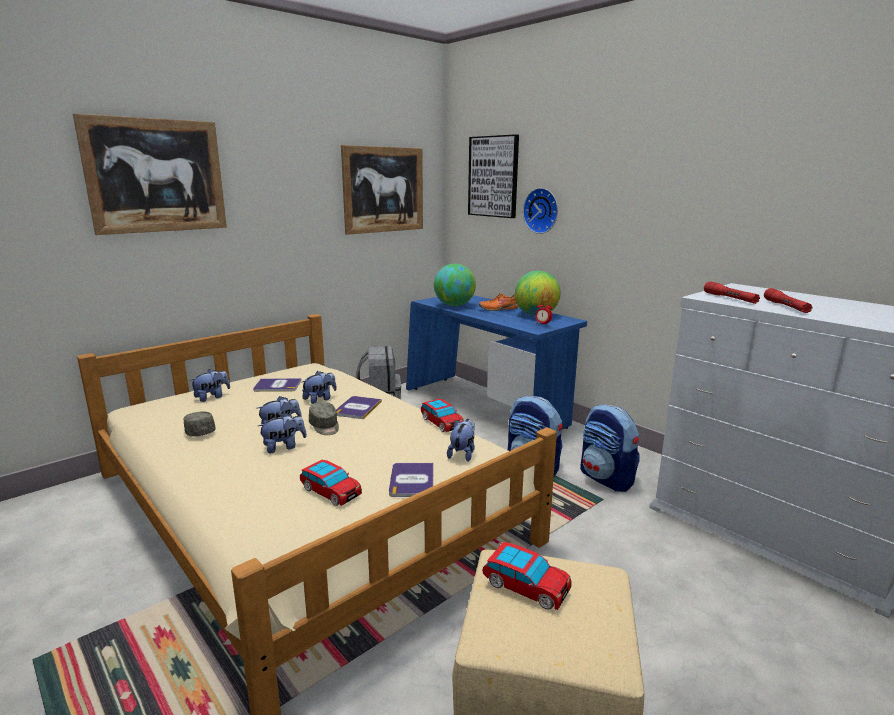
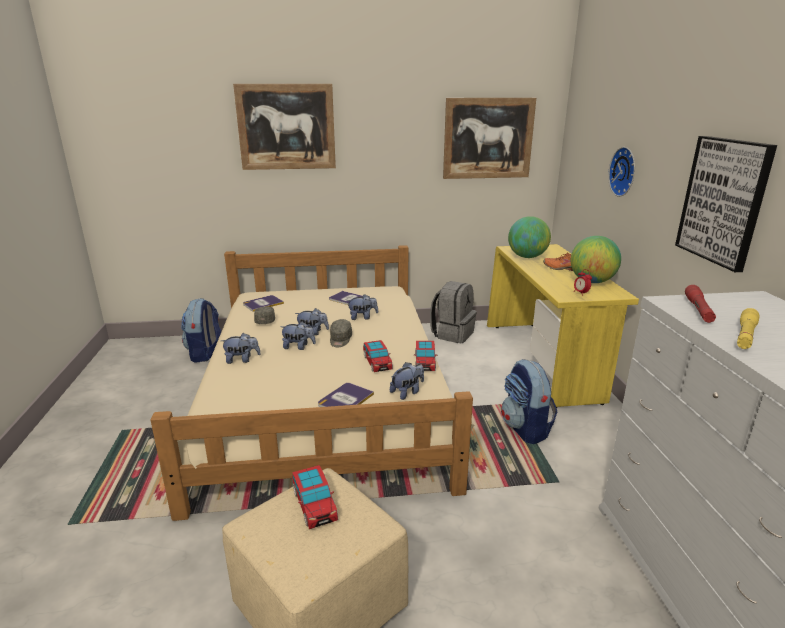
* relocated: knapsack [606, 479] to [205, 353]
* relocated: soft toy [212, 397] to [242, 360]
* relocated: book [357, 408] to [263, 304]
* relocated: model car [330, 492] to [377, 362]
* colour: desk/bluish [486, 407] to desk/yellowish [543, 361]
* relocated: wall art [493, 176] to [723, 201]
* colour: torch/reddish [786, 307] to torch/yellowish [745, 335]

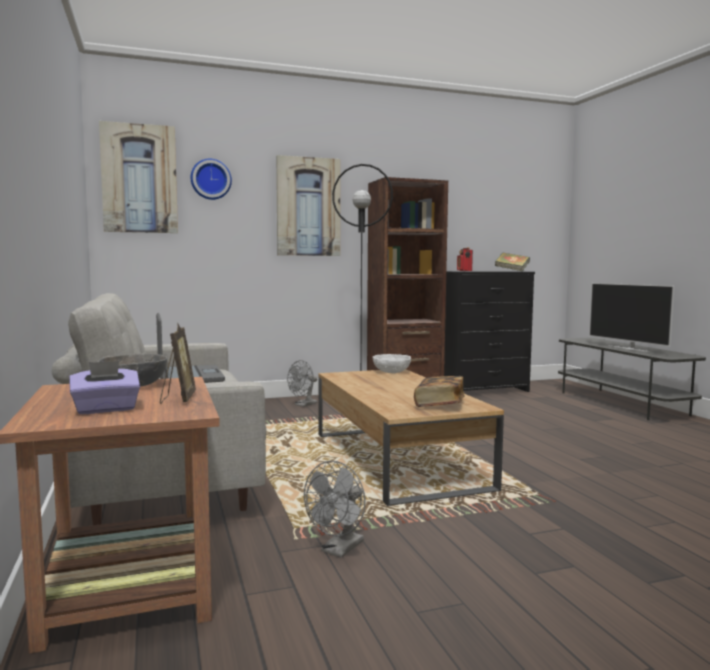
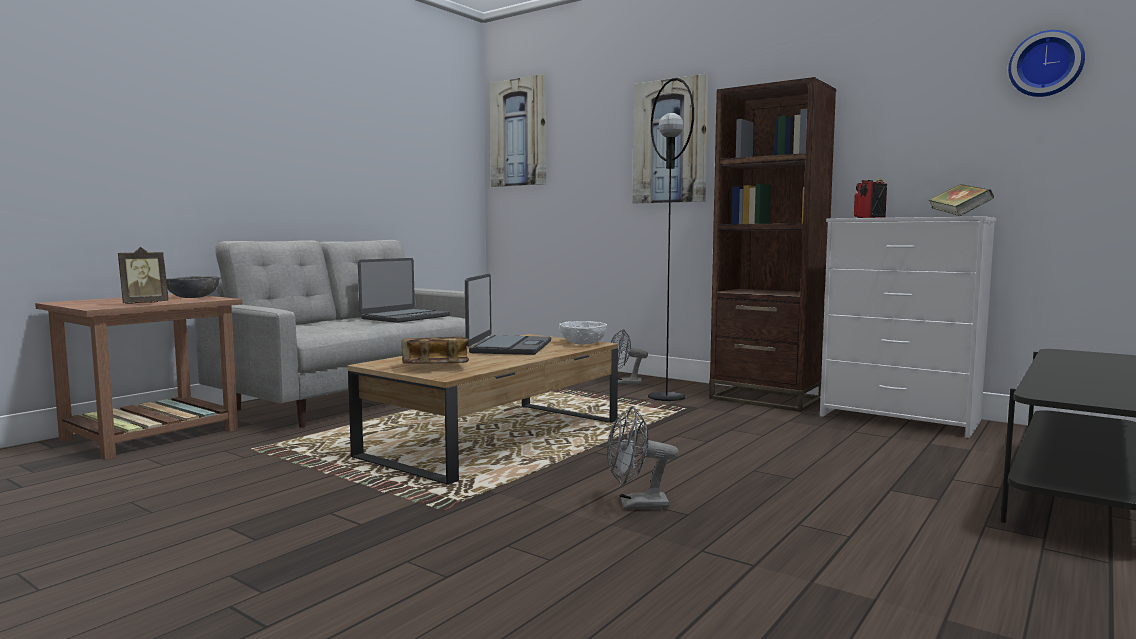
* appeared: portable computer [509, 347]
* relocated: electric fan/greyish [339, 550] to [636, 505]
* colour: drawer chest/black-coloured [483, 389] to drawer chest/whitish [900, 418]
* relocated: wall clock [210, 179] to [1046, 64]
* missing: box of tissues/purple-coloured [106, 409]
* missing: TV set [629, 348]

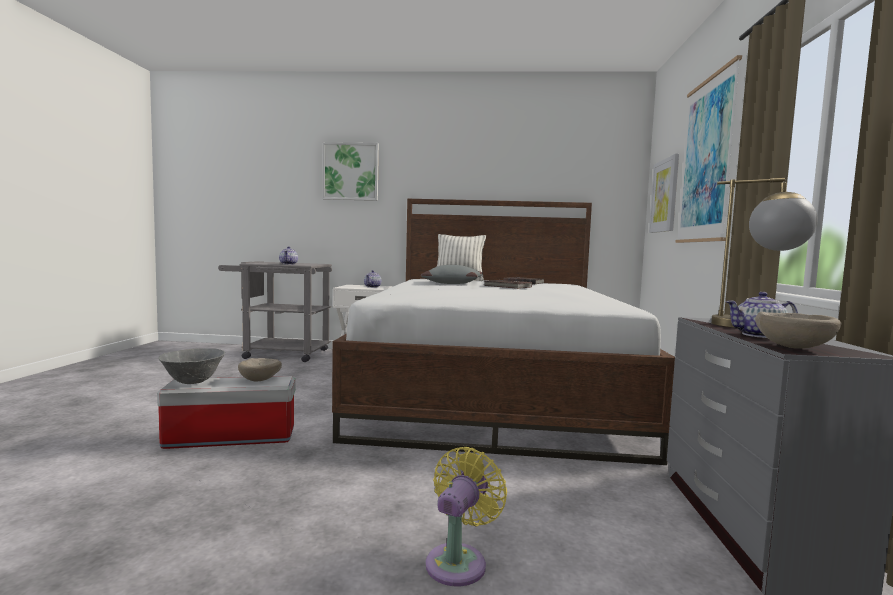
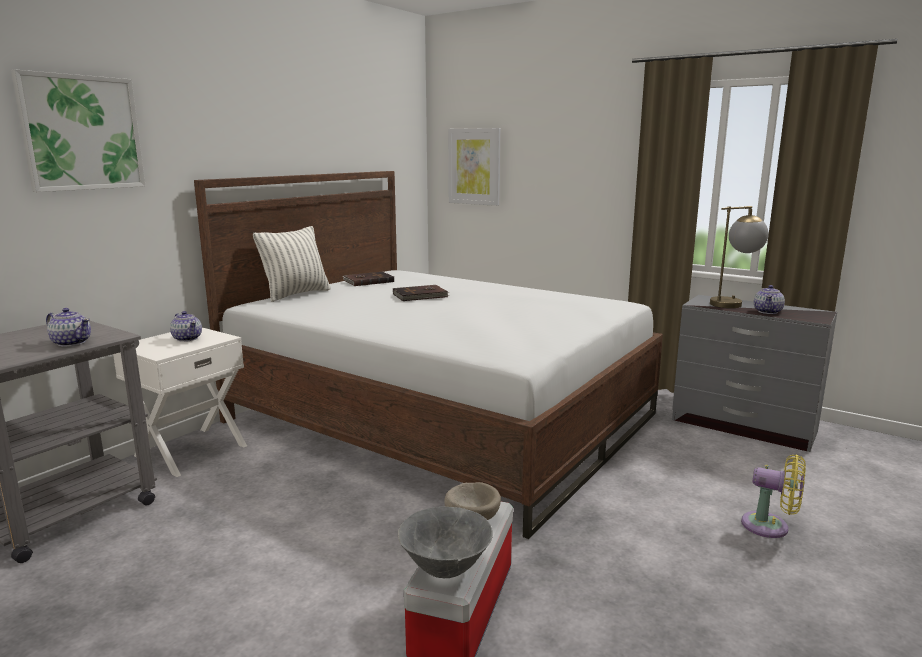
* spun: electric fan/yellowish [459, 561] = [770, 527] 150 degrees clockwise
* missing: throw pillow/greyish [452, 283]
* missing: wall art [706, 160]
* missing: deep dish/beige [794, 347]

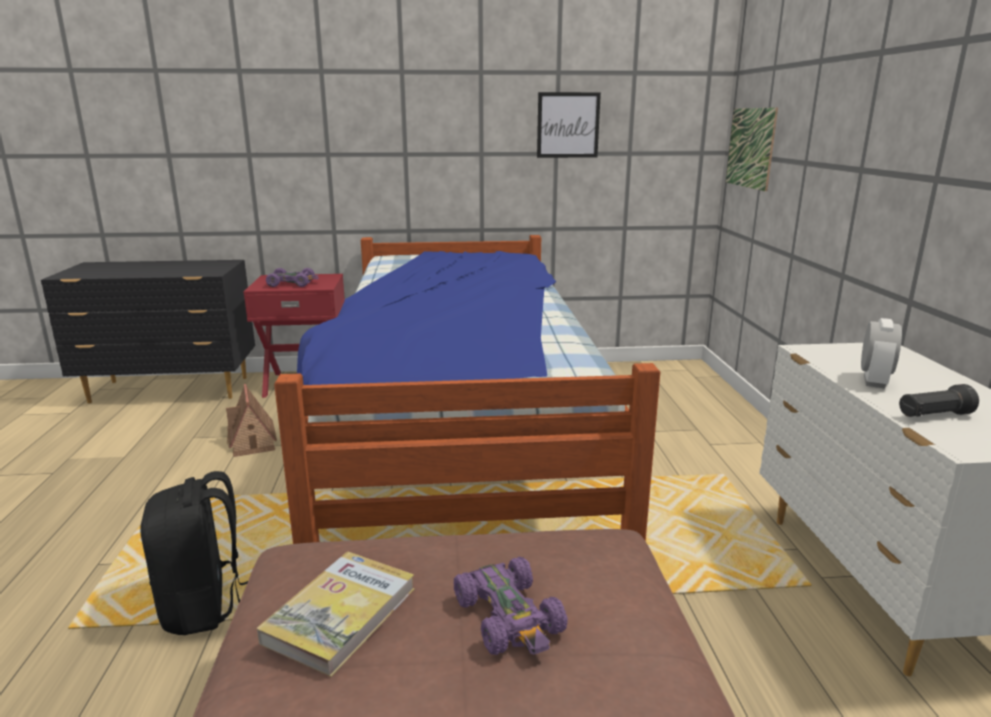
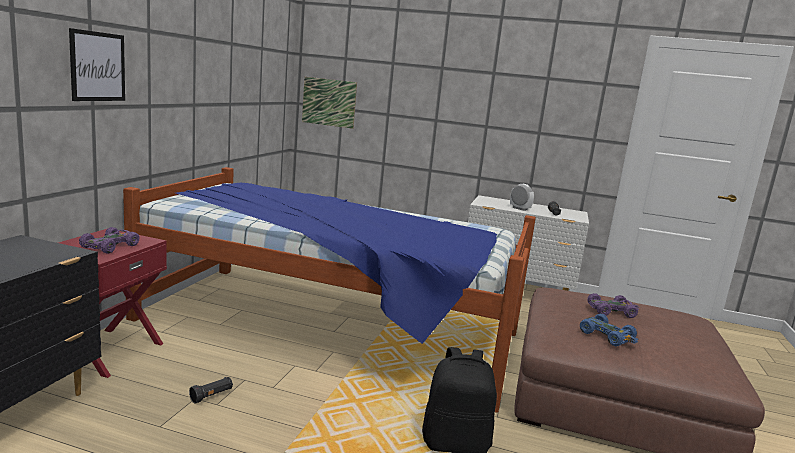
* relocated: wall art [568, 125] to [98, 66]
* exchanged: miniature house [252, 440] to torch/black-coloured [211, 396]
* exchanged: book [340, 615] to model car/bluish [607, 336]

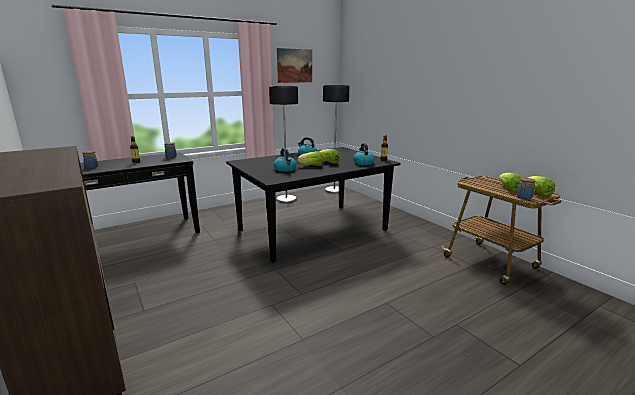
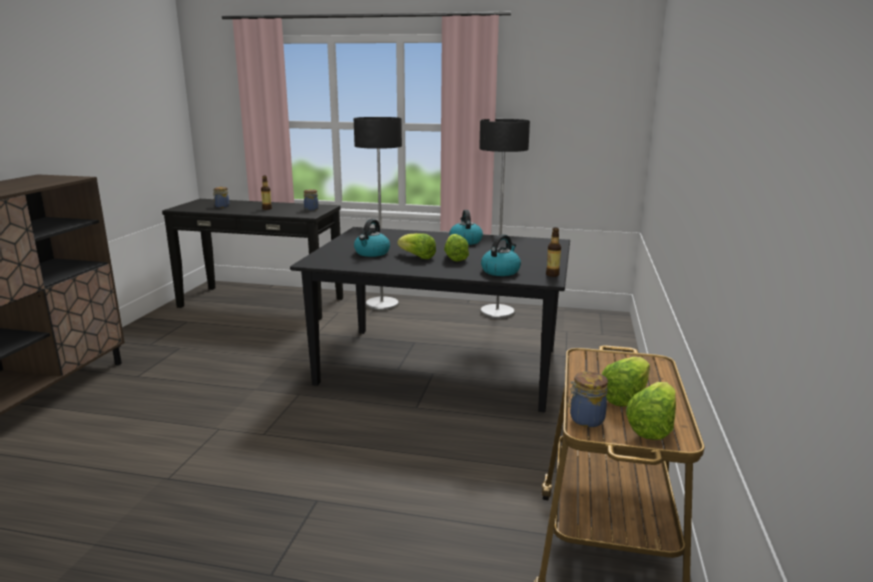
* relocated: standing lamp [334, 190] to [381, 304]
* missing: wall art [295, 65]

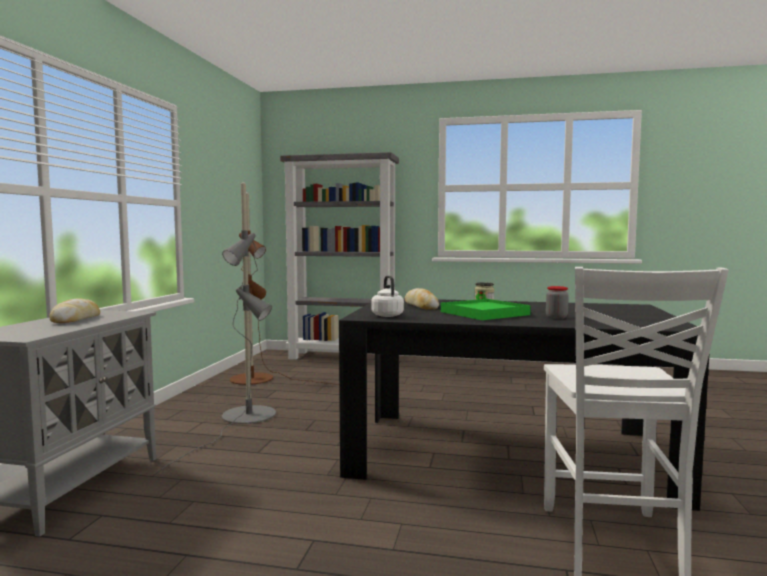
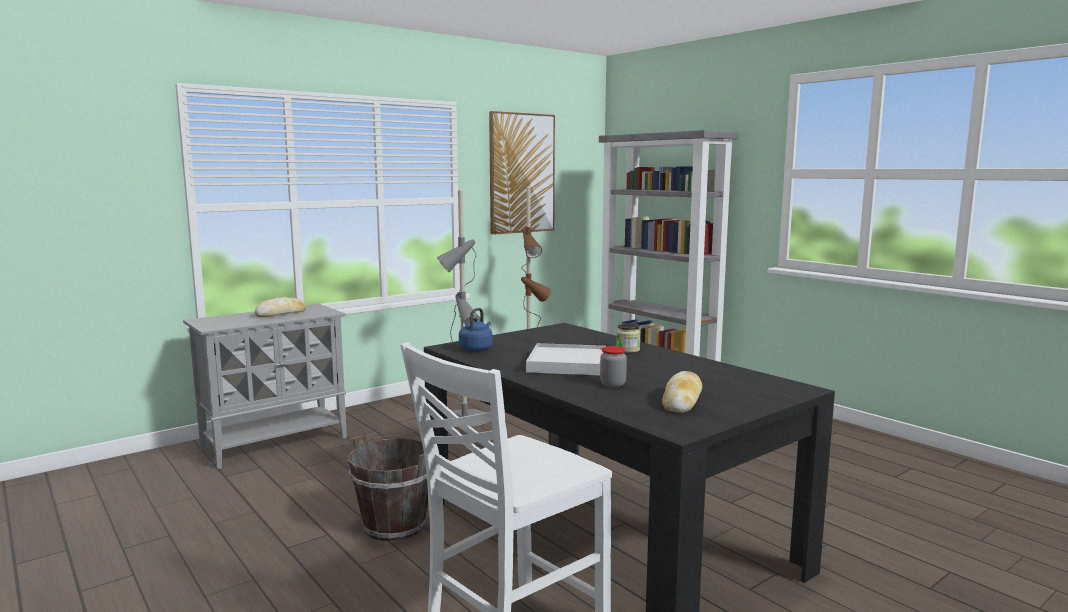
* appeared: bucket/brownish [395, 526]
* colour: tea kettle/whitish [387, 315] to tea kettle/bluish [476, 348]
* appeared: wall art [521, 173]
* colour: carrying tray/green [484, 313] to carrying tray/whitish [567, 364]
* relocated: baked bread [421, 306] to [682, 400]

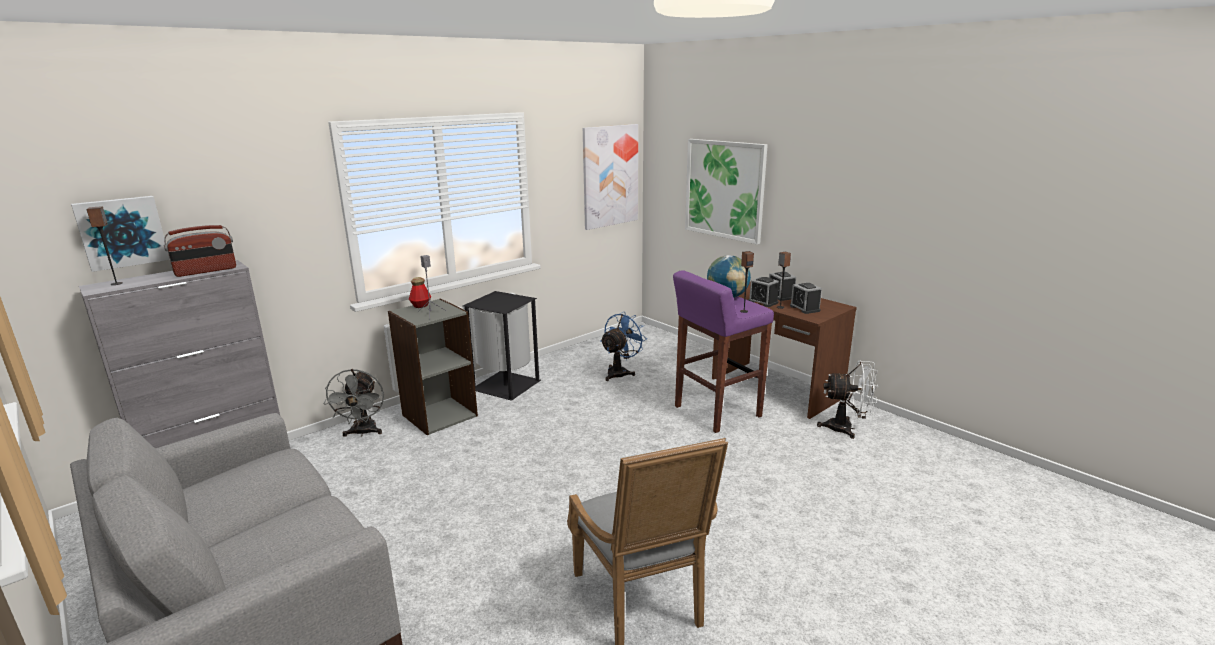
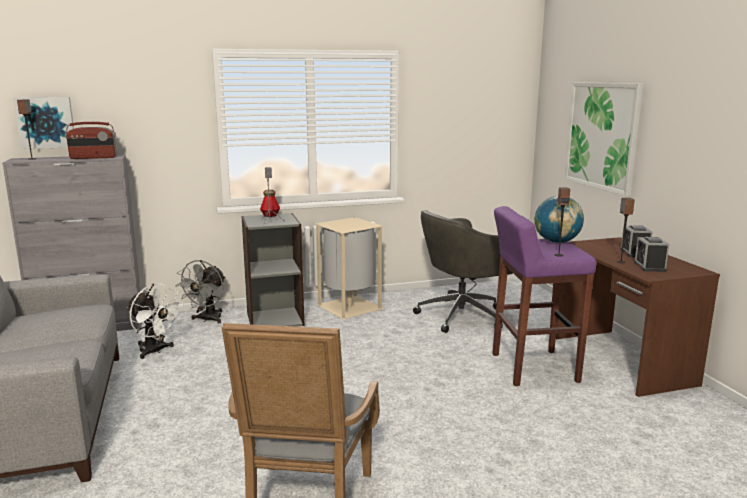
* relocated: electric fan/whitish [846, 428] to [155, 351]
* colour: trash can/black-coloured [507, 385] to trash can/beige [351, 307]
* exchanged: electric fan/bluish [620, 372] to computer chair/greyish [463, 315]
* missing: wall art [610, 176]
* missing: bedside clock [763, 302]

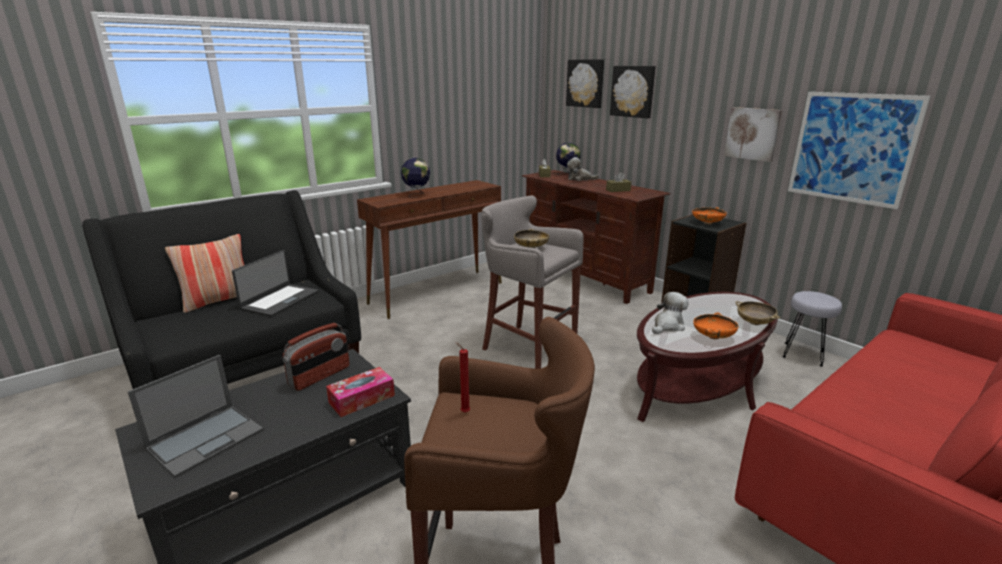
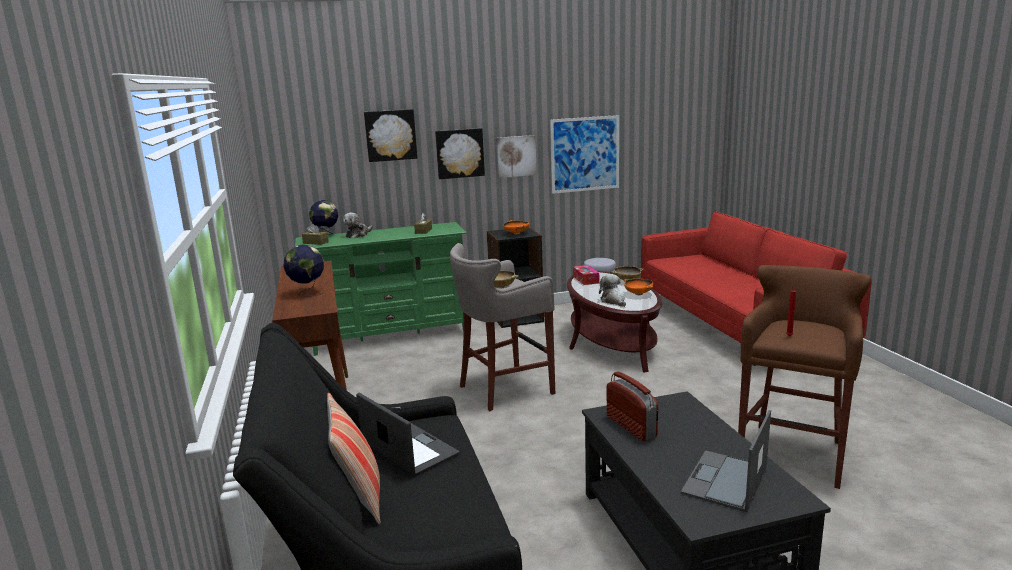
* colour: tv stand/brownish [585, 277] to tv stand/green [391, 336]
* relocated: wall art [586, 83] to [459, 153]
* relocated: box of tissues [362, 399] to [585, 279]
* spun: portable computer [207, 438] = [725, 481] 120 degrees counterclockwise

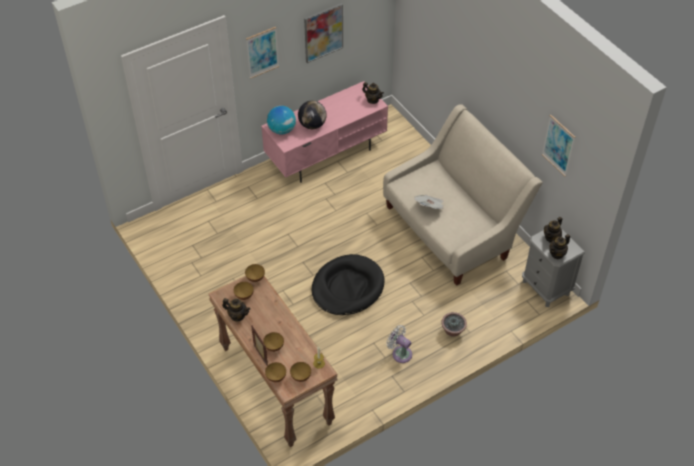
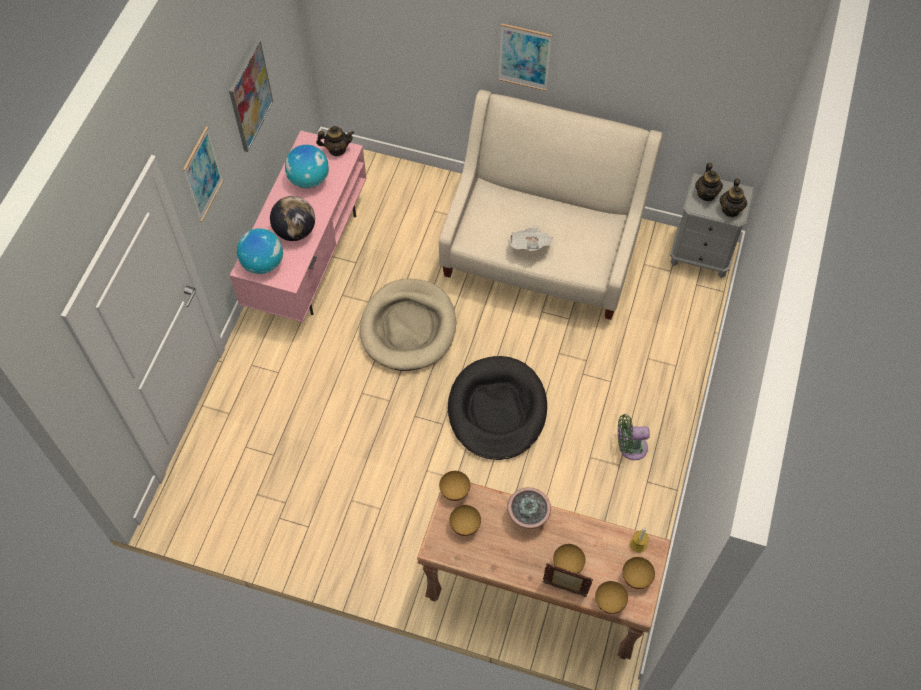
* appeared: globe [309, 180]
* appeared: pet bed/beige [408, 327]
* relocated: wall art [558, 145] to [524, 57]
* relocated: houseplant [453, 331] to [528, 517]
* colour: electric fan/whitish [400, 353] to electric fan/green [630, 447]
* missing: tea pot [237, 316]

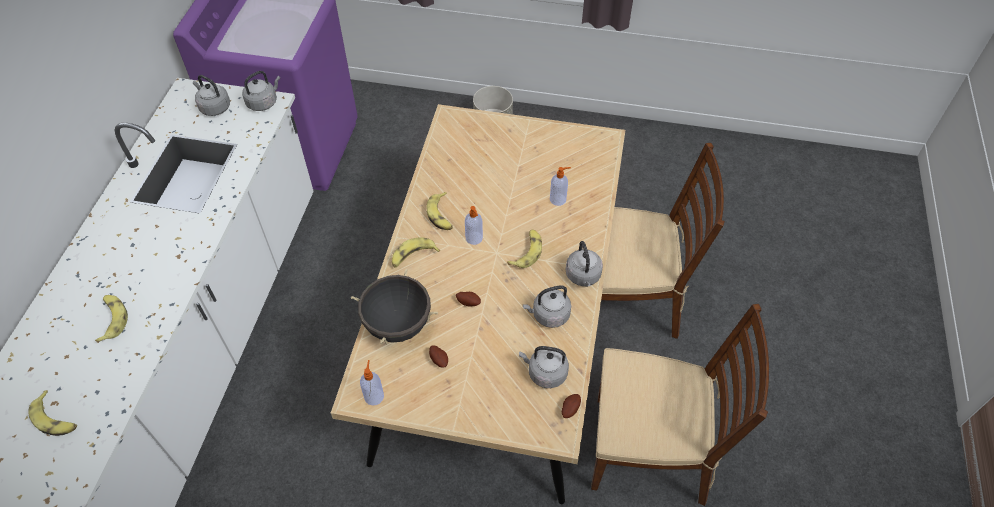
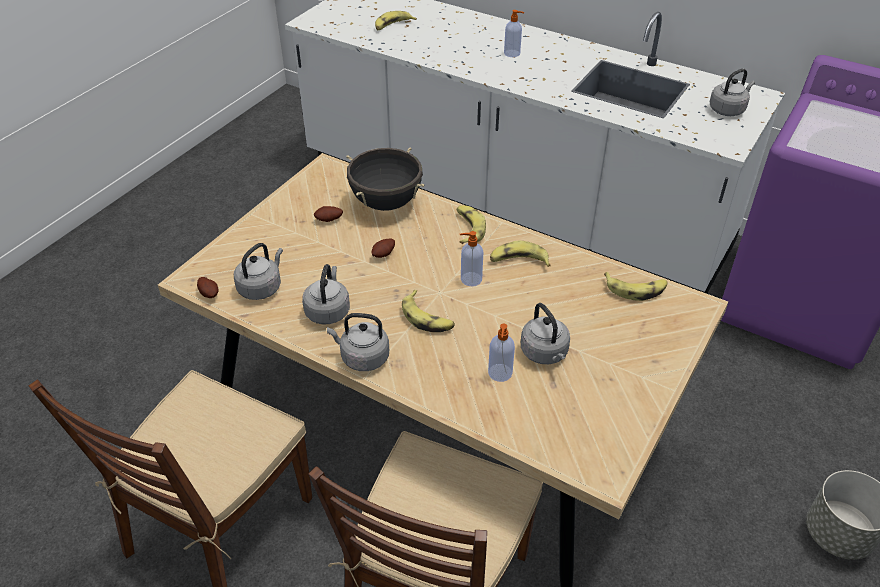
* relocated: liquid soap bottle [374, 396] to [512, 53]
* relocated: tea kettle/greyish [263, 102] to [545, 353]
* relocated: banana fruit [112, 319] to [636, 289]

